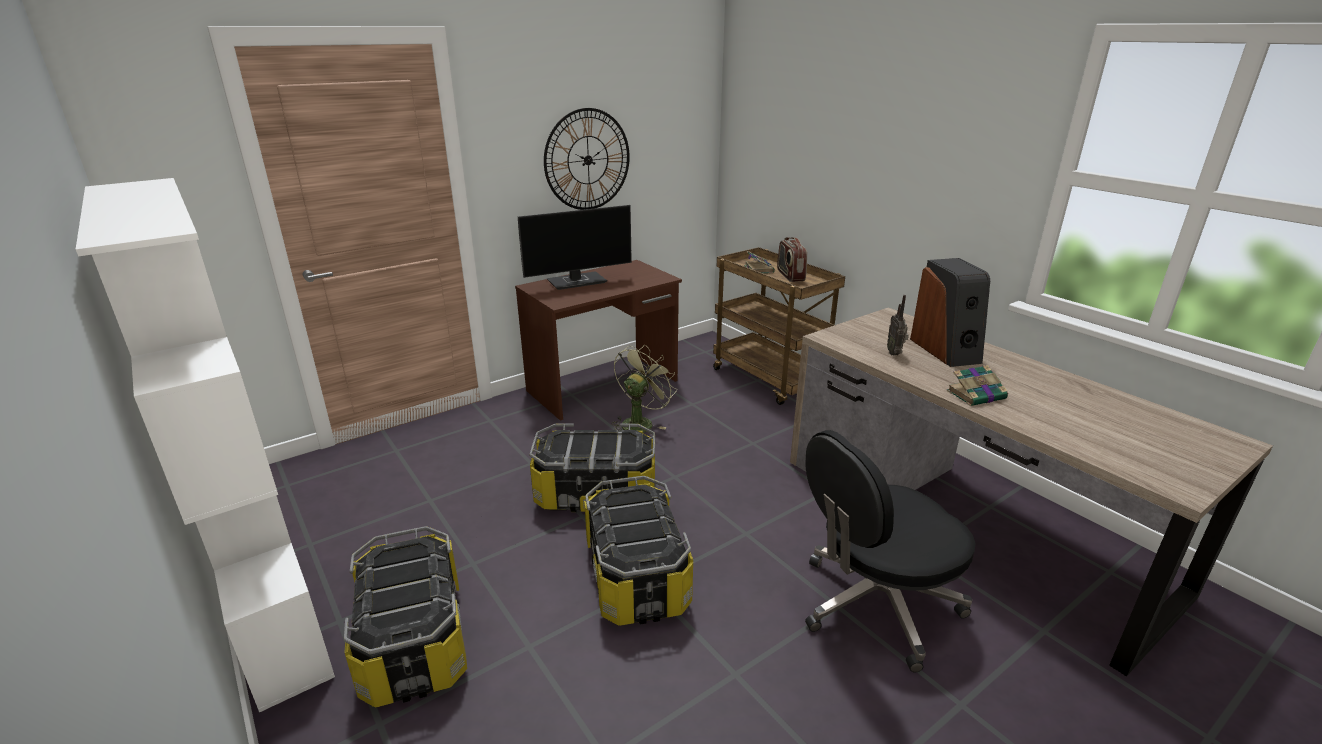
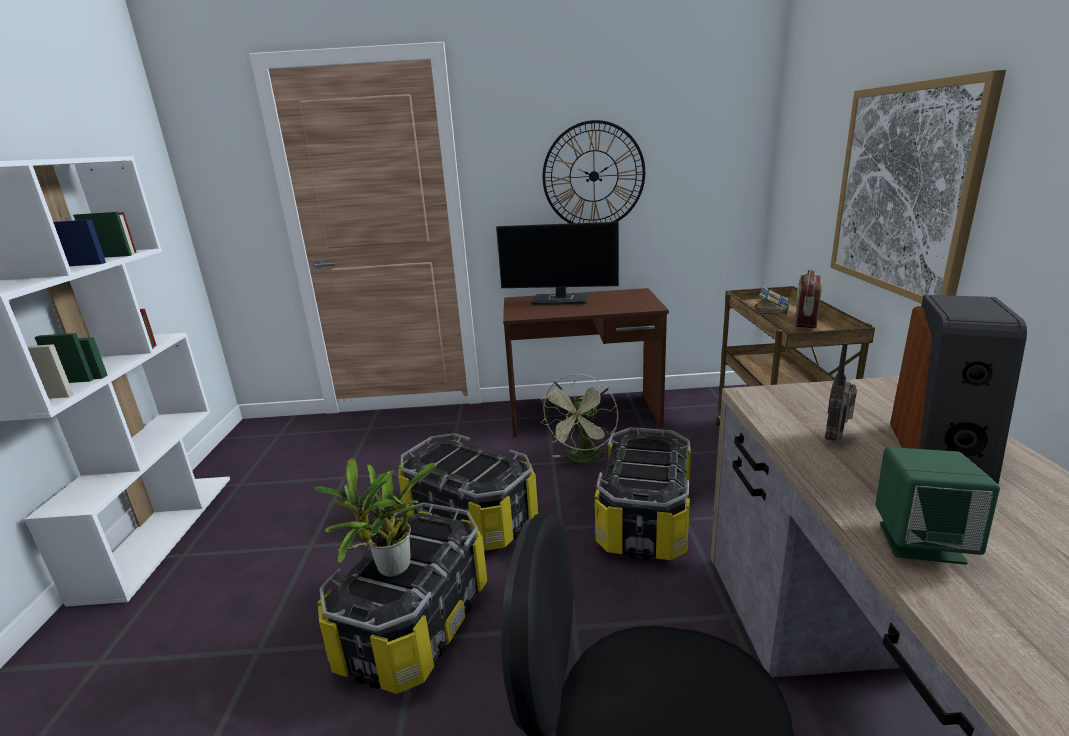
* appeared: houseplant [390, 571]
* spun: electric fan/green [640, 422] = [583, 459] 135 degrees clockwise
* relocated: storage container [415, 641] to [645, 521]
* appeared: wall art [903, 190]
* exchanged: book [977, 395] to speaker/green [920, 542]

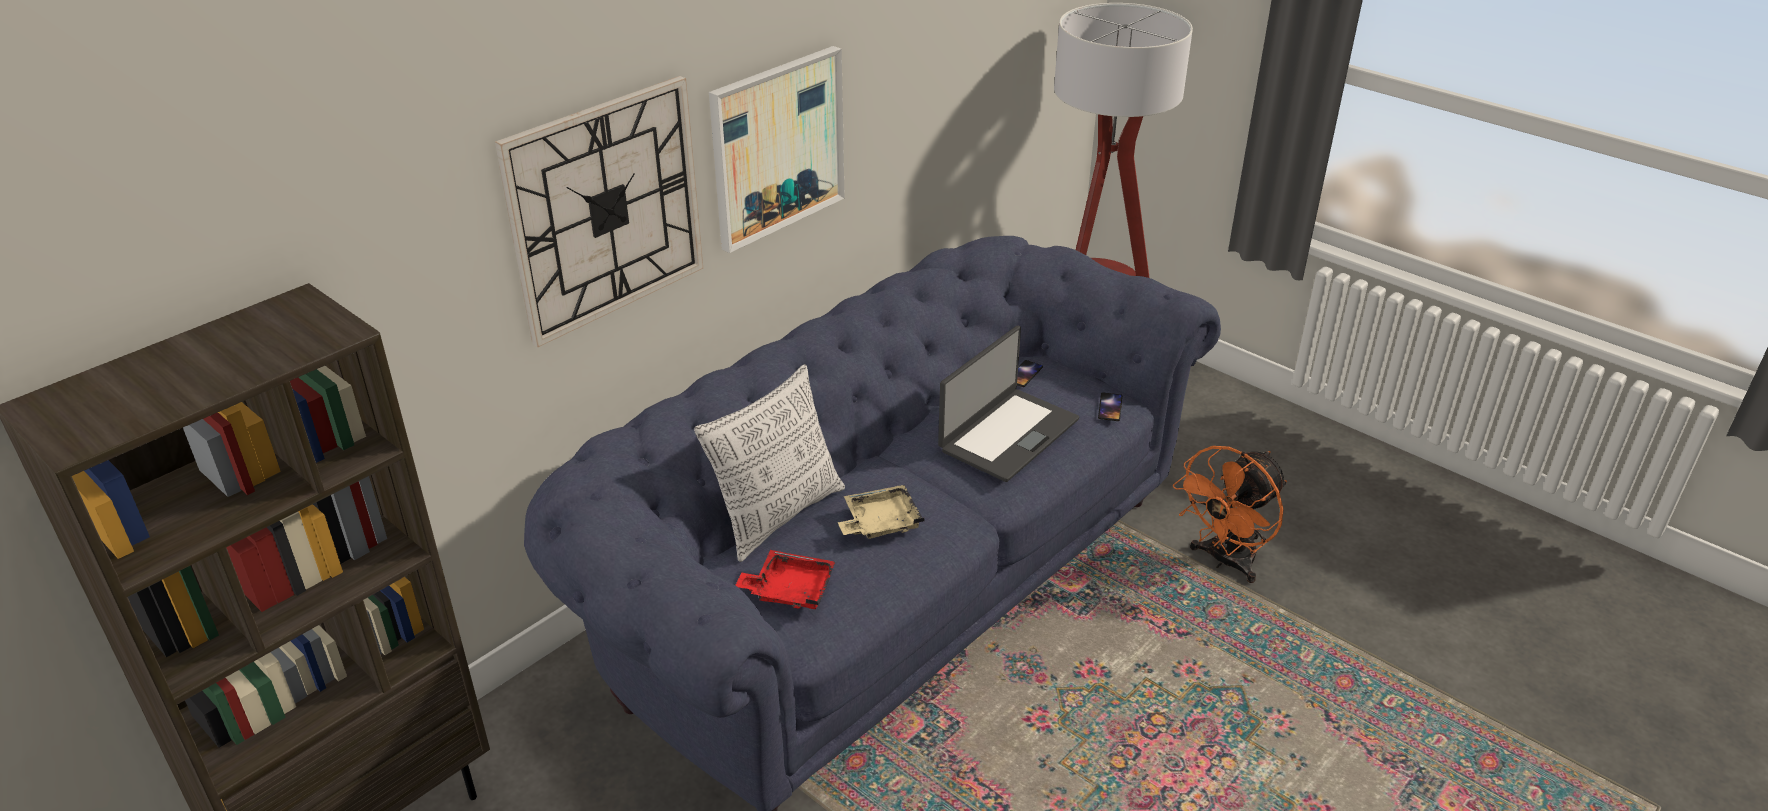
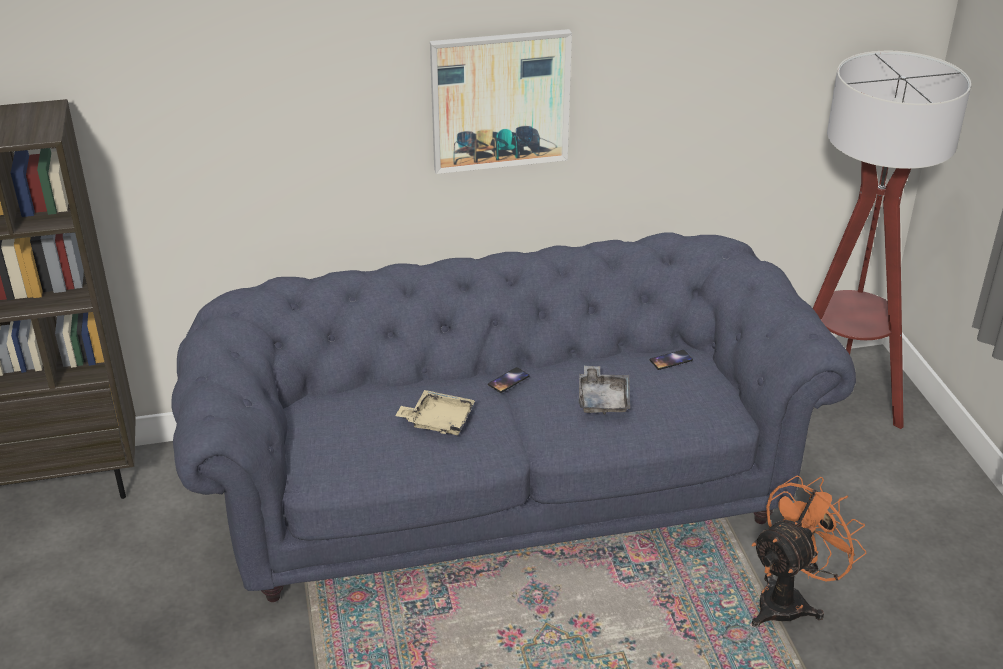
* relocated: handset [1110, 407] to [508, 380]
* exchanged: portable computer [1007, 434] to carrying tray/greyish [603, 399]
* spun: electric fan/orange [1224, 561] = [789, 600] 150 degrees clockwise
* missing: wall clock [606, 209]
* missing: throw pillow [778, 515]
* missing: carrying tray/reddish [789, 590]

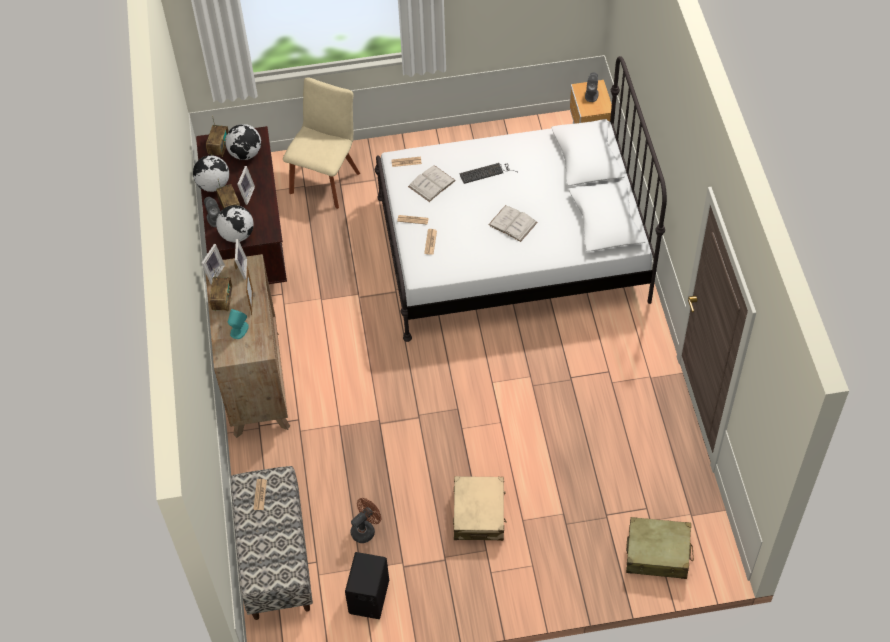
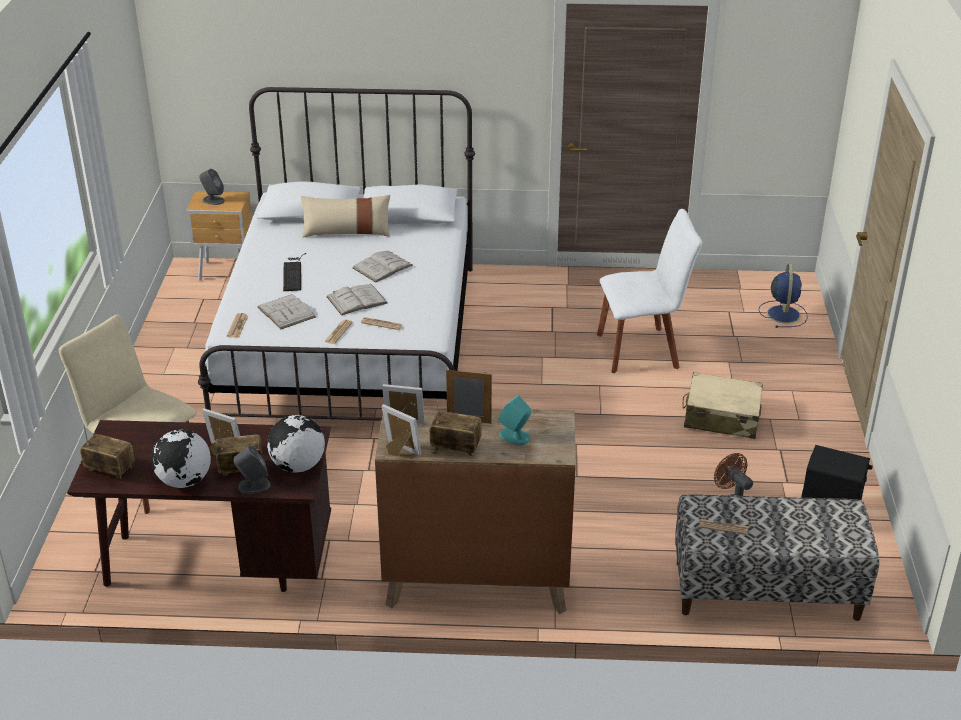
* appeared: throw pillow/beige [346, 232]
* appeared: book/whitish [357, 300]
* appeared: chair/whitish [642, 350]
* exchanged: suitcase/beige [657, 553] to electric fan/bluish [783, 313]
* missing: globe [245, 154]

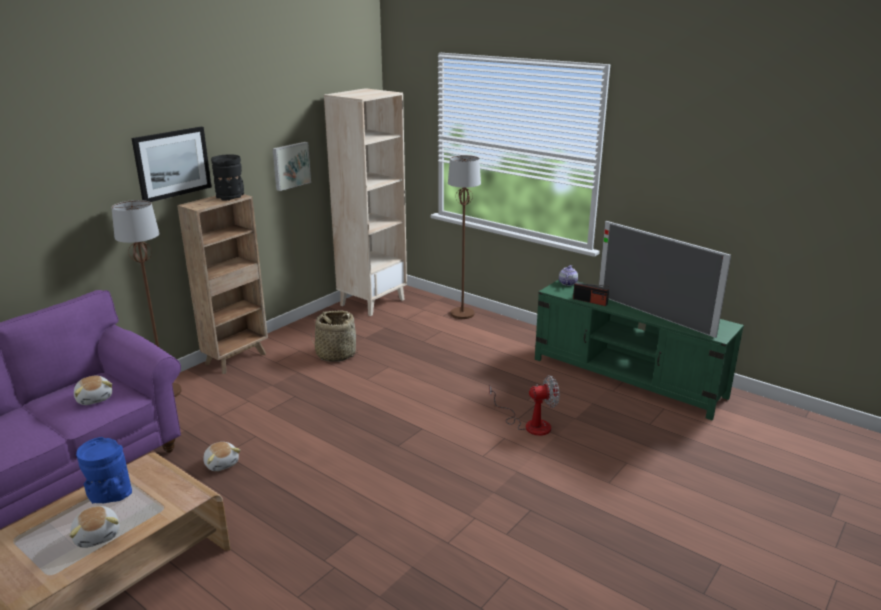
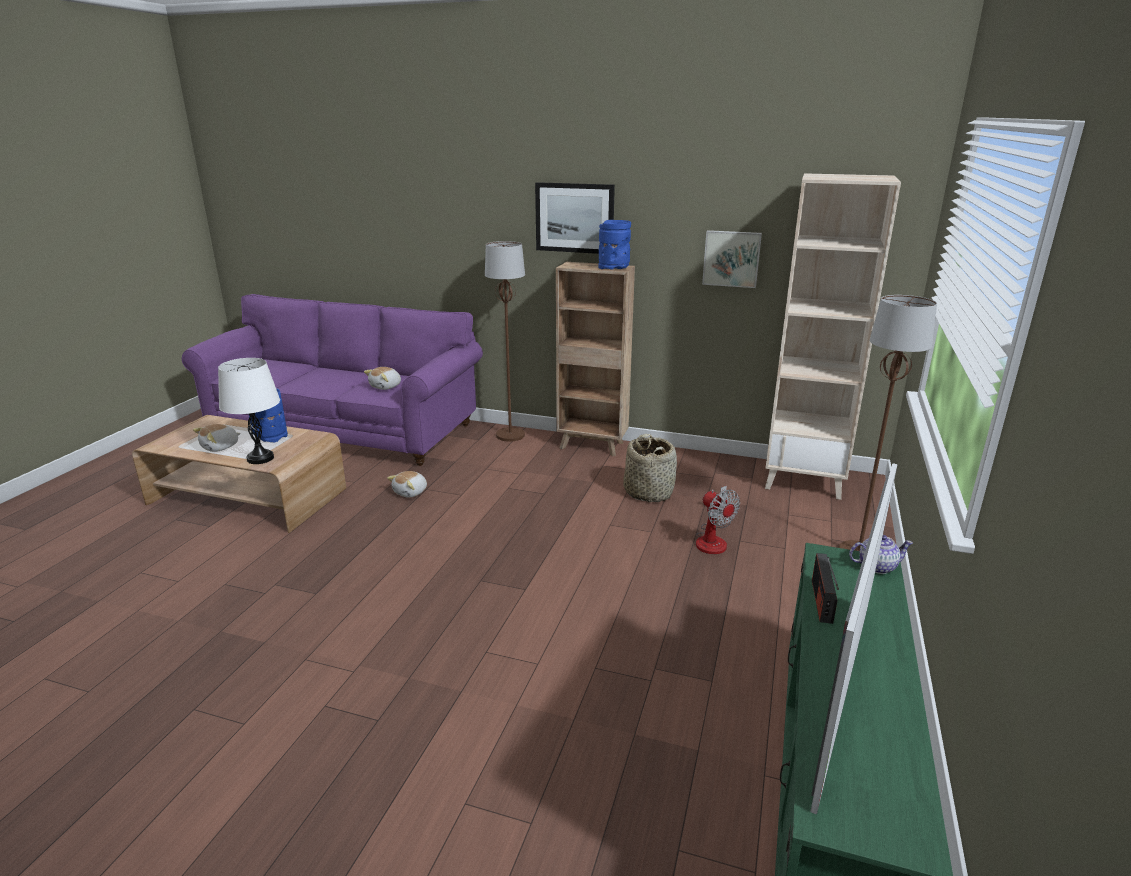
* appeared: tabletop lamp/whitish [260, 458]
* colour: decorative vase/black-coloured [231, 196] to decorative vase/bluish [614, 267]
* relocated: electric fan [529, 424] to [713, 539]

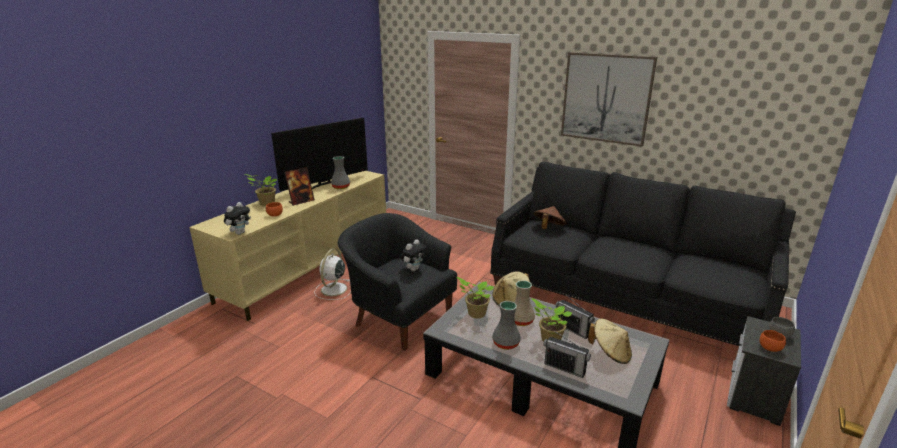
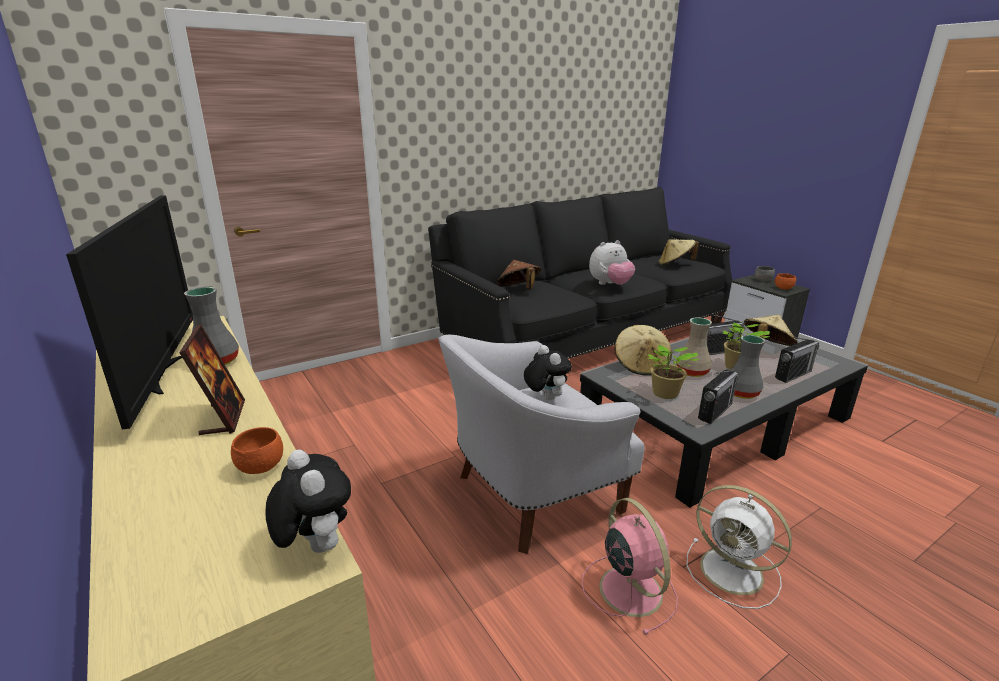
* colour: lounge chair/black-coloured [400, 318] to lounge chair/whitish [530, 495]
* appeared: electric fan/pinkish [628, 588]
* appeared: soft toy [610, 285]
* appeared: clothing hat/beige [675, 265]
* relocated: electric fan/whitish [333, 290] to [734, 572]
* appeared: radio receiver [715, 411]
* missing: houseplant [266, 203]
* missing: wall art [606, 98]

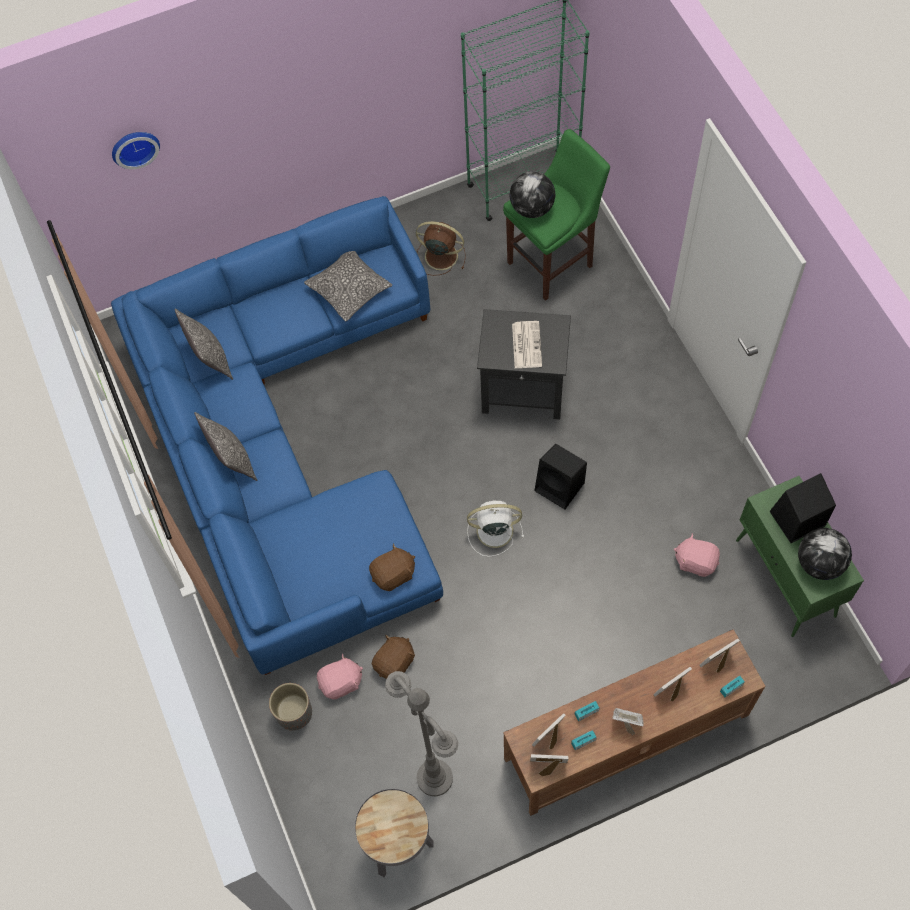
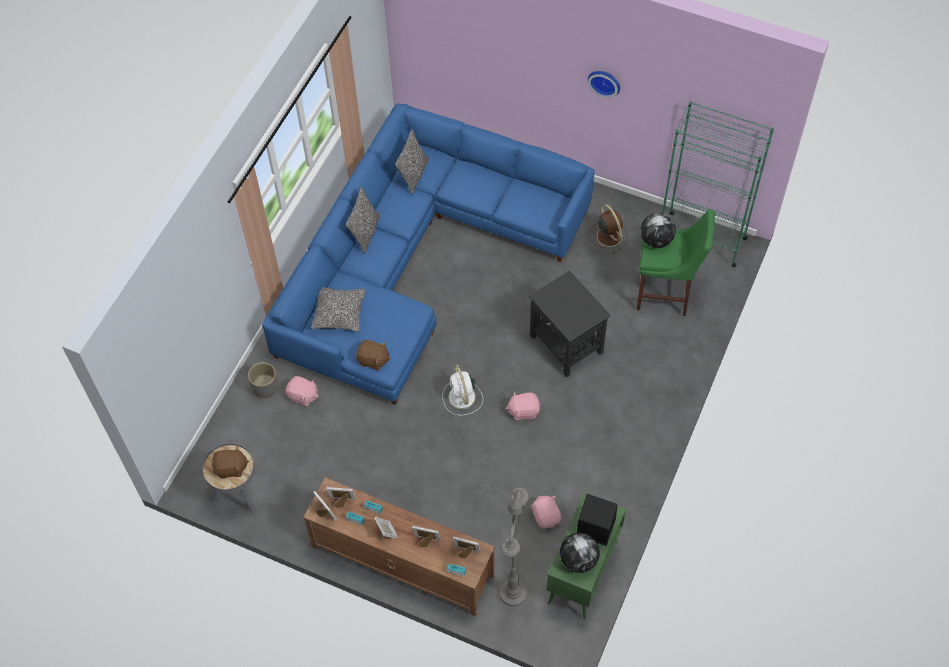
* relocated: soft toy/brownish [395, 662] to [231, 468]
* relocated: throw pillow [349, 289] to [339, 313]
* spun: electric fan/whitish [493, 531] = [462, 398] 150 degrees counterclockwise
* relocated: standing lamp/greyish [434, 777] to [513, 593]
* exchanged: speaker/black-coloured [561, 487] to soft toy/pinkish [523, 411]
* relocated: wall clock [134, 147] to [605, 81]
* missing: daily paper [526, 344]

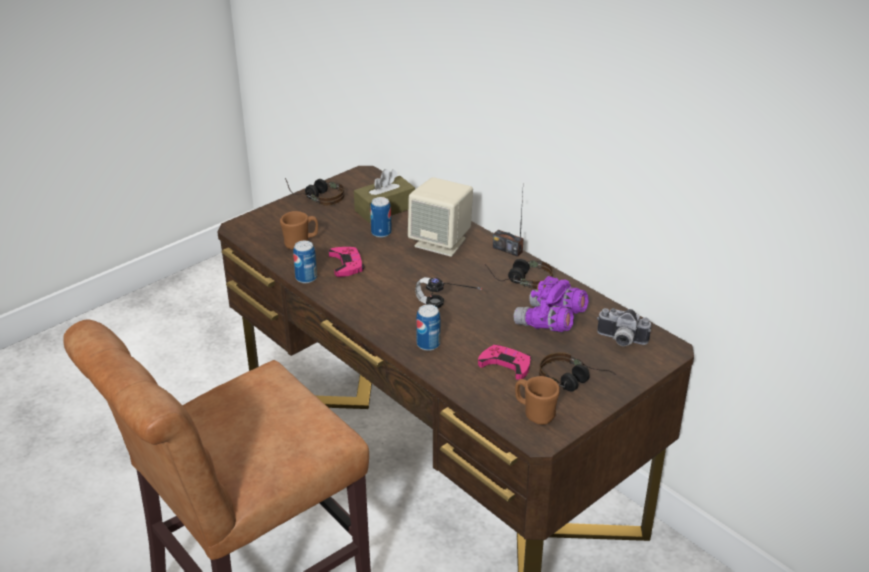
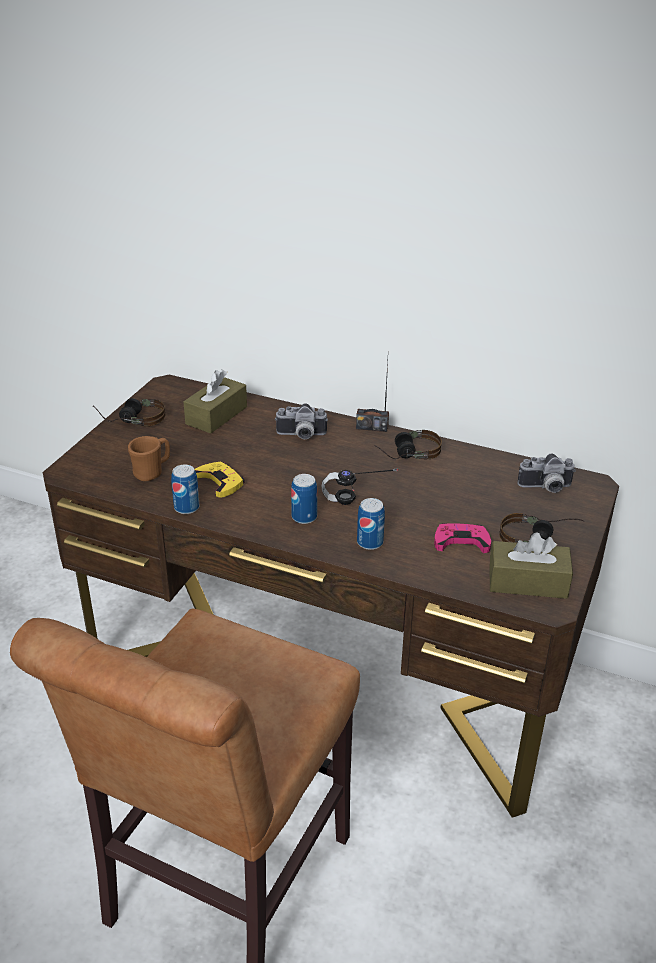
* colour: game controller/pinkish [346, 264] to game controller/yellowish [220, 482]
* exchanged: speaker/beige [441, 242] to still camera [301, 436]
* relocated: sealed can [381, 233] to [304, 517]
* exchanged: tea mug/brownish [535, 413] to box of tissues/brownish [527, 582]
* missing: pair of binoculars/purple-coloured [550, 322]

